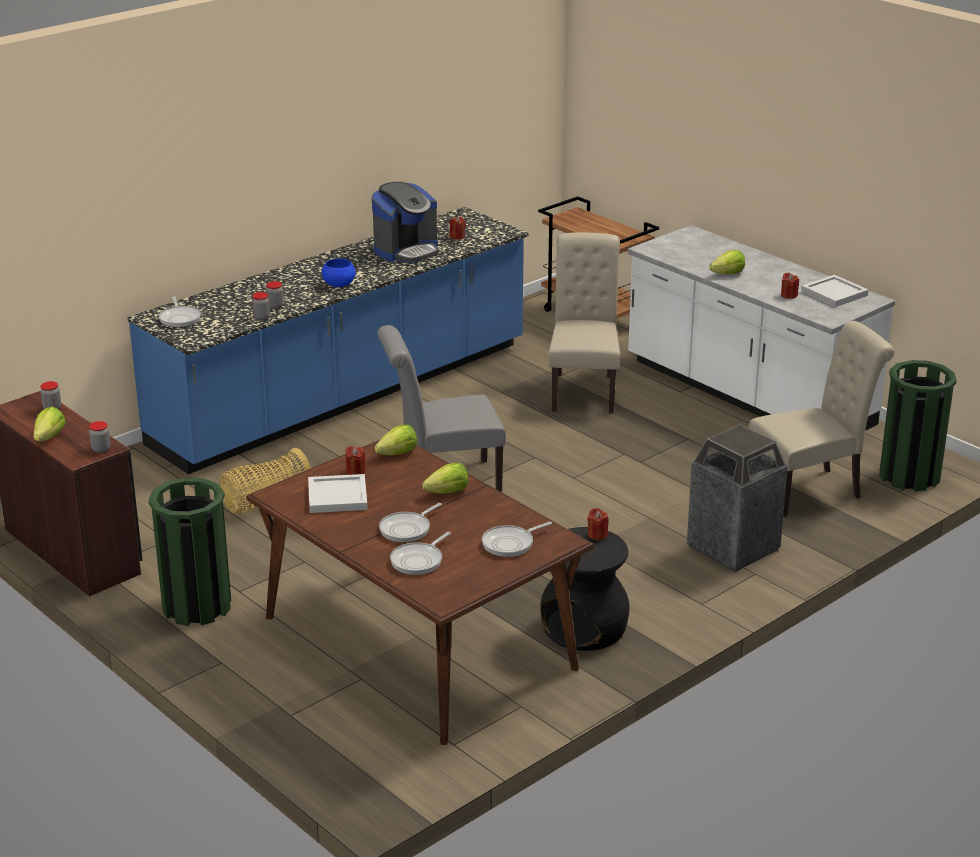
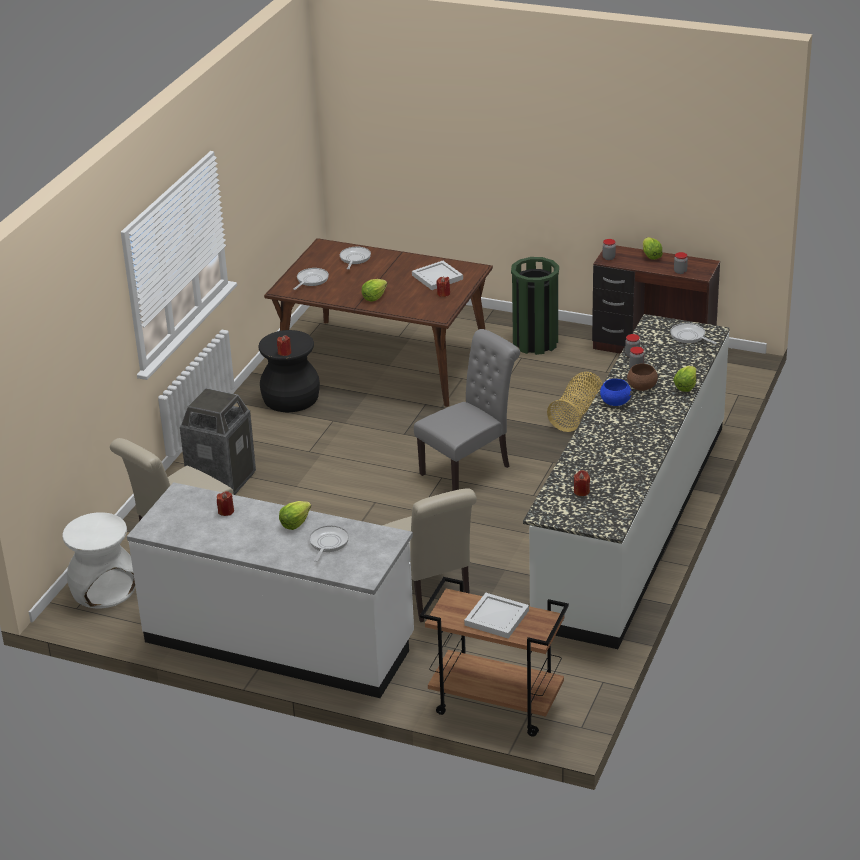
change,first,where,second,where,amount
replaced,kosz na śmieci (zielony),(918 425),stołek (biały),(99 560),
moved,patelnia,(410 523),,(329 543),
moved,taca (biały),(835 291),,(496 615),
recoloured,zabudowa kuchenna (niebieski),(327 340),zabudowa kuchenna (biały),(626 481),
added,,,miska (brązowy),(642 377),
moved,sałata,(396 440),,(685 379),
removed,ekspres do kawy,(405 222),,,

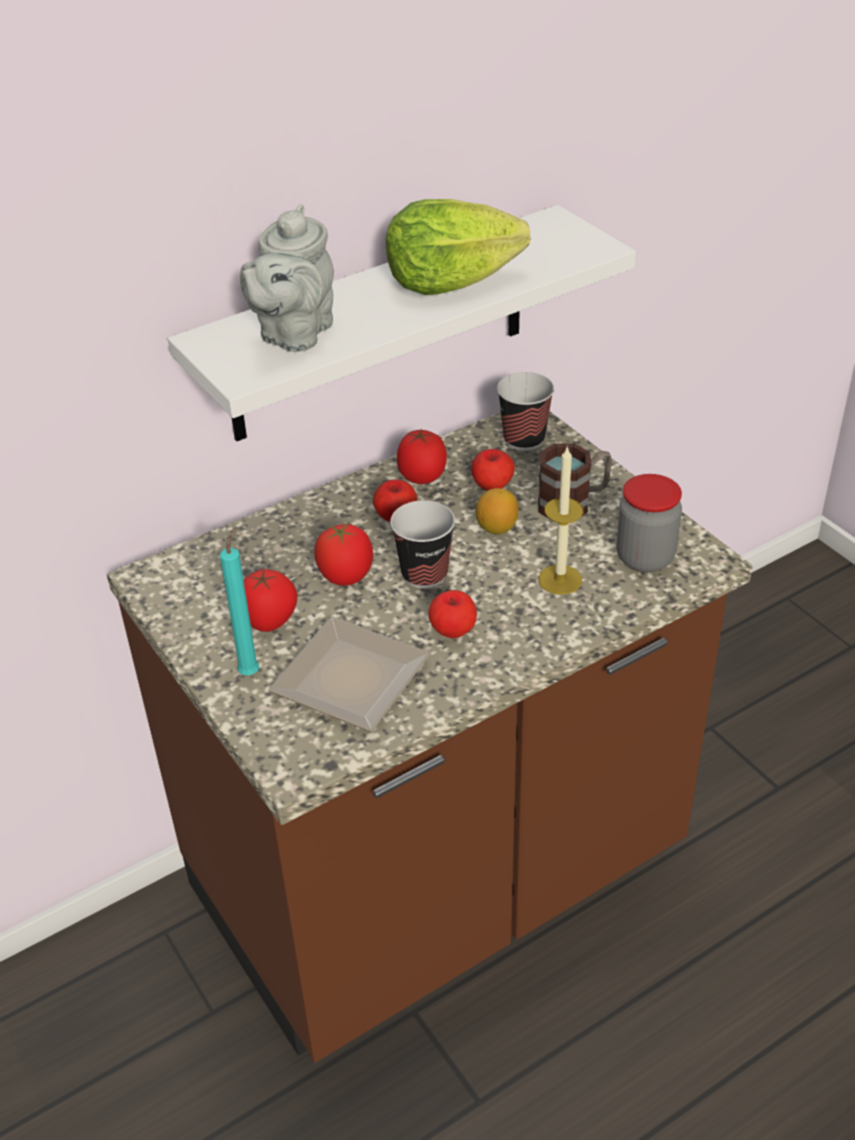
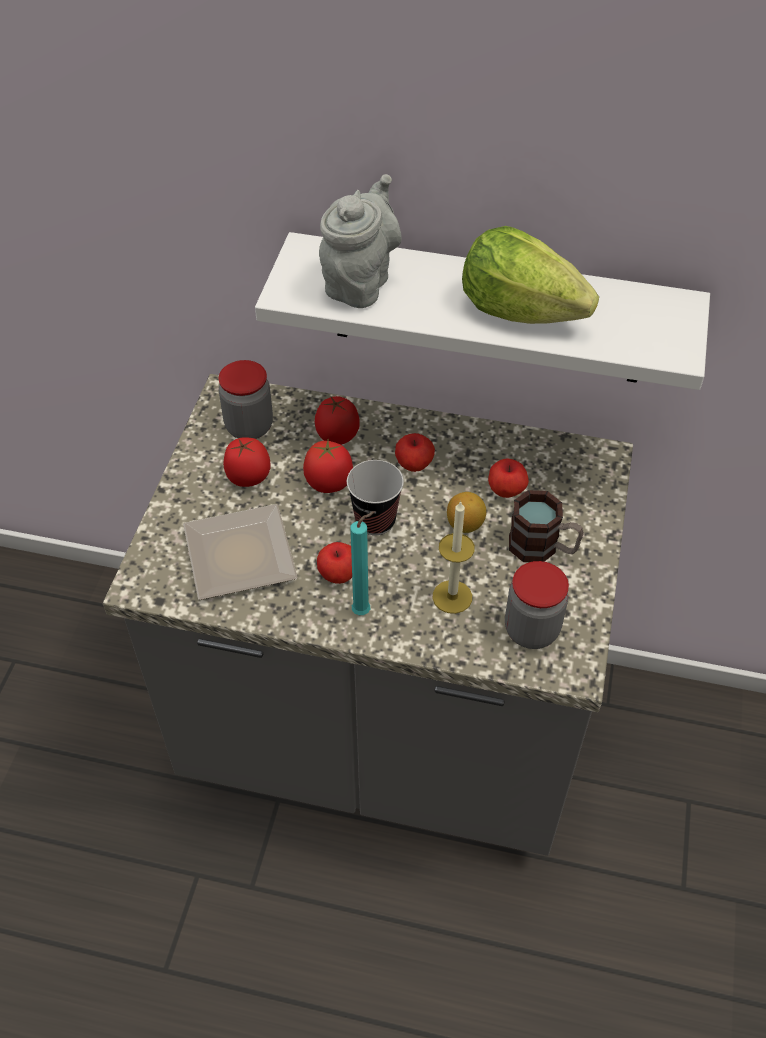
change,first,where,second,where,amount
recoloured,zabudowa kuchenna (brązowy),(429 737),zabudowa kuchenna (szary),(368 615),
added,,,słoik,(246 399),
moved,pomidor,(422 456),,(337 420),
turned,imbryk (szary),(287 278),,(360 241),135 degrees clockwise
moved,świeca (turkusowy),(239 601),,(362 563),
removed,filiżanka,(525 411),,,

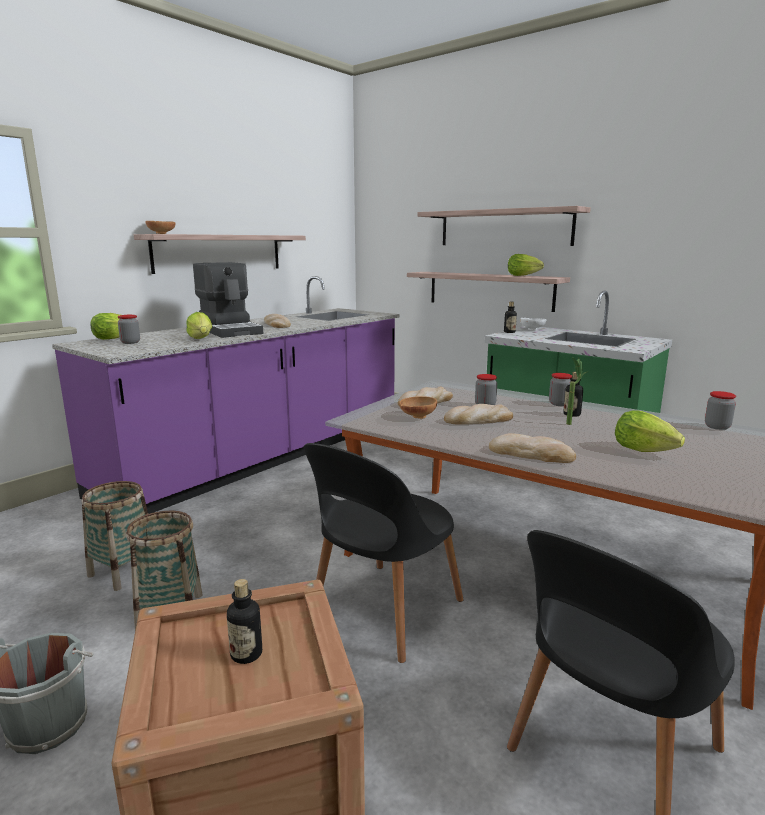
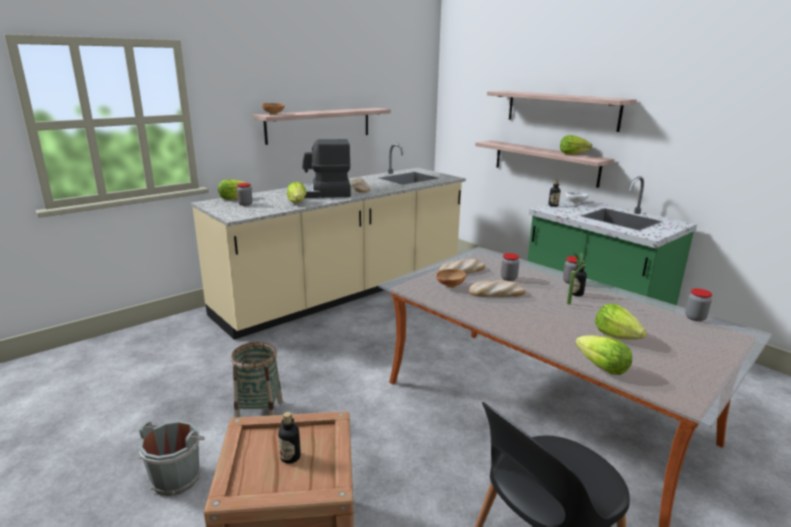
change,first,where,second,where,amount
recoloured,zabudowa kuchenna (fioletowy),(226 395),zabudowa kuchenna (beżowy),(328 241),
turned,ekspres do kawy,(228 300),,(326 168),105 degrees clockwise
added,,,sałata,(603 355),
removed,koszyk,(115 536),,,
removed,krzesło (czarny),(383 553),,,
removed,chleb,(532 448),,,

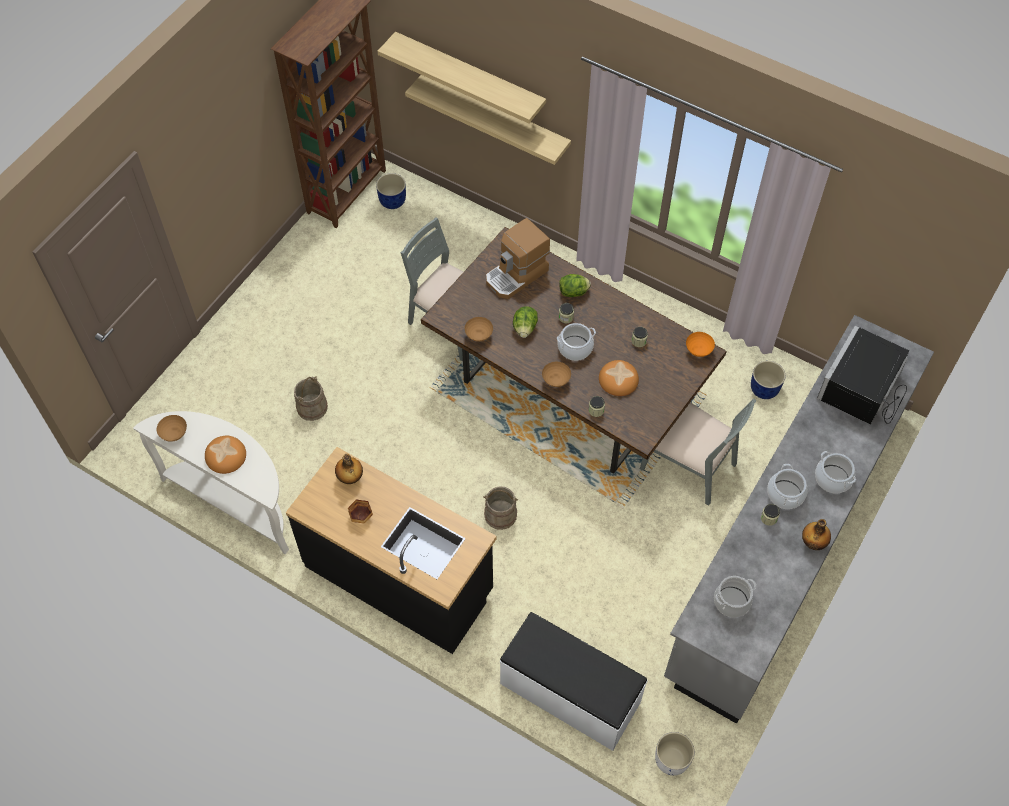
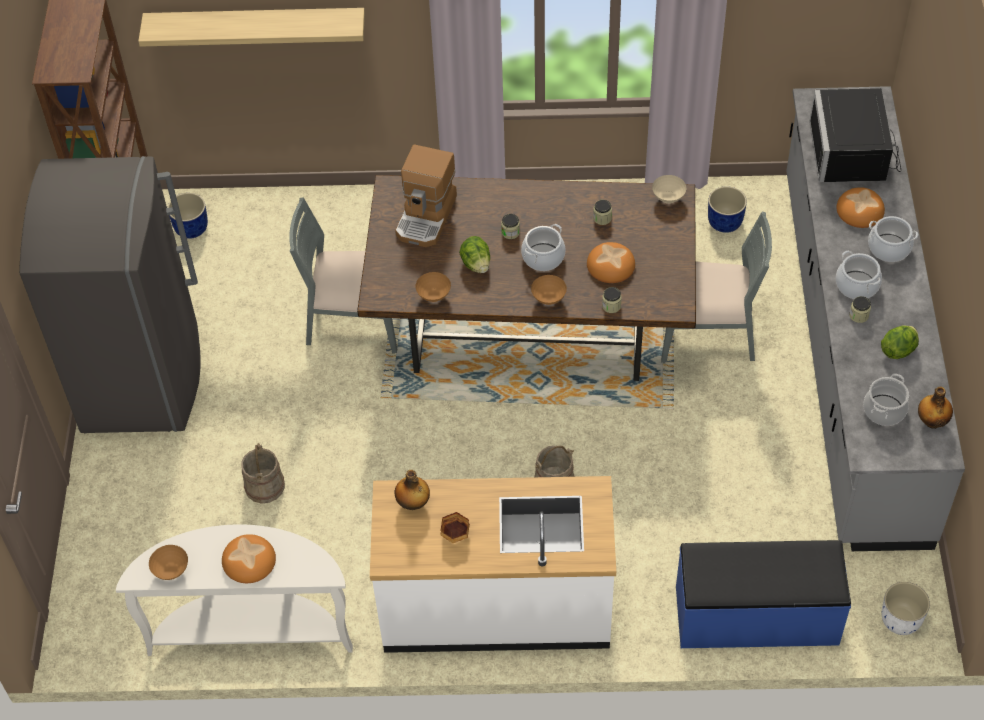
change,first,where,second,where,amount
added,,,lodówka (szary),(109 294),
recoloured,zabudowa kuchenna (czarny),(391 550),zabudowa kuchenna (biały),(493 564),
recoloured,miska (pomarańczowy),(700 344),miska (beżowy),(669 189),
recoloured,ławka (biały),(574 681),ławka (niebieski),(763 594),
added,,,chleb,(860 207),
moved,sałata,(575 285),,(900 342),
moved,butelka,(816 534),,(935 407),
removed,półka,(488 120),,,

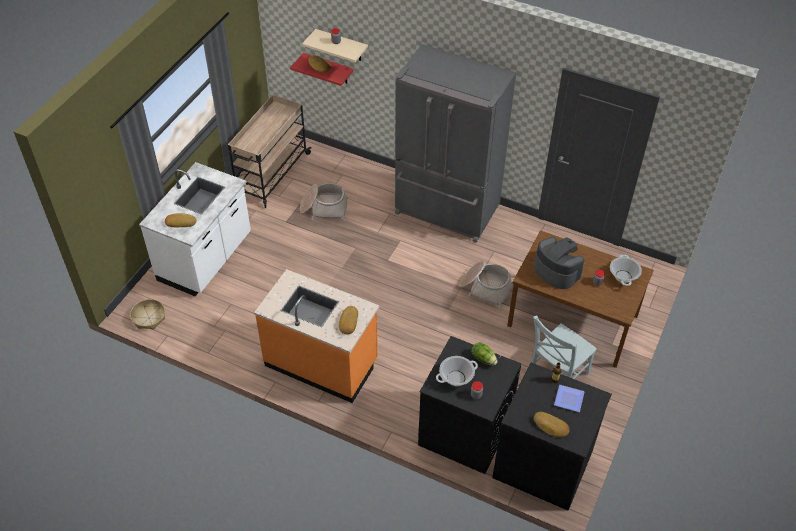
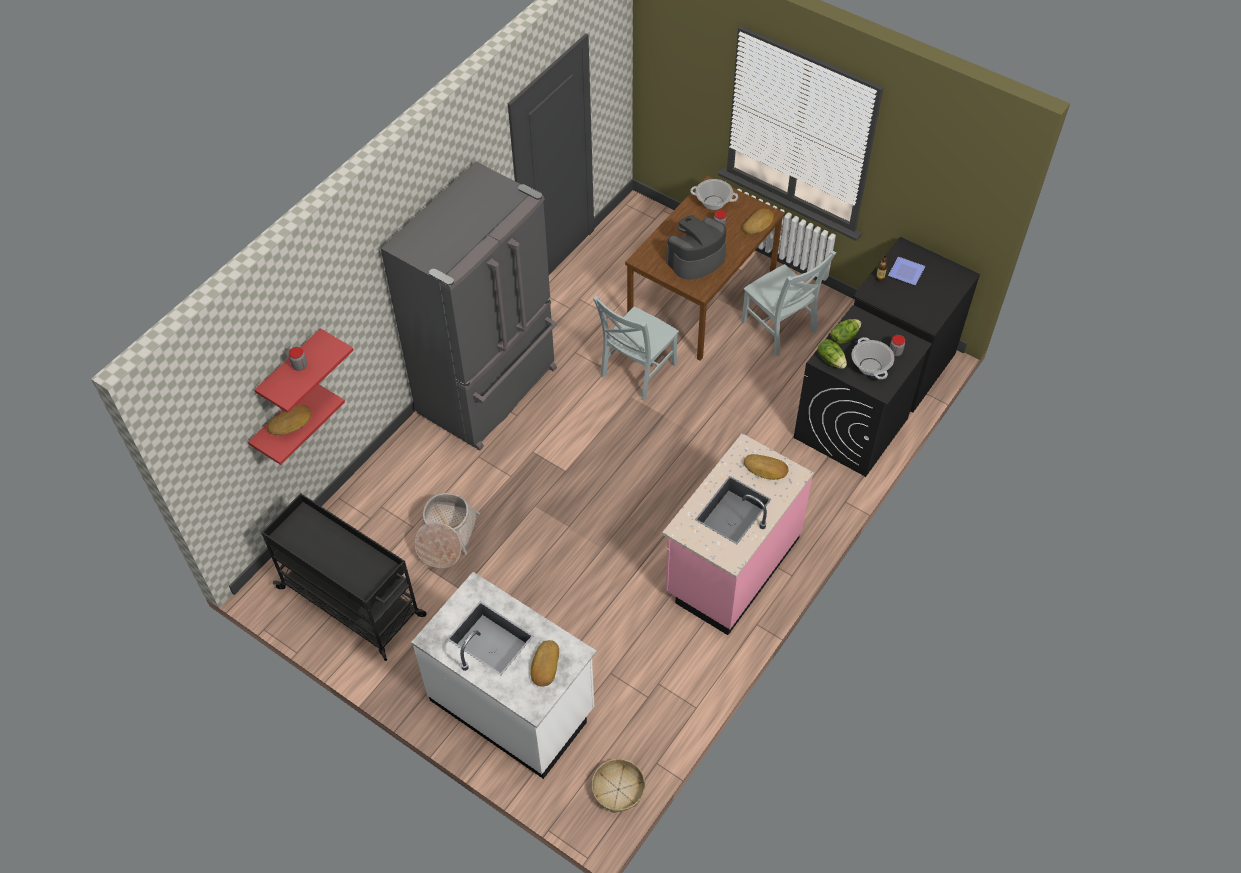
change,first,where,second,where,amount
recoloured,półka (beżowy),(335 45),półka (czerwony),(304 370),
recoloured,wózek (beżowy),(269 151),wózek (czarny),(344 577),
replaced,koszyk,(487 285),krzesło (szary),(636 348),
recoloured,zabudowa kuchenna (pomarańczowy),(317 336),zabudowa kuchenna (różowy),(738 534),
moved,chleb,(552 424),,(758 221),
added,,,sałata,(832 354),

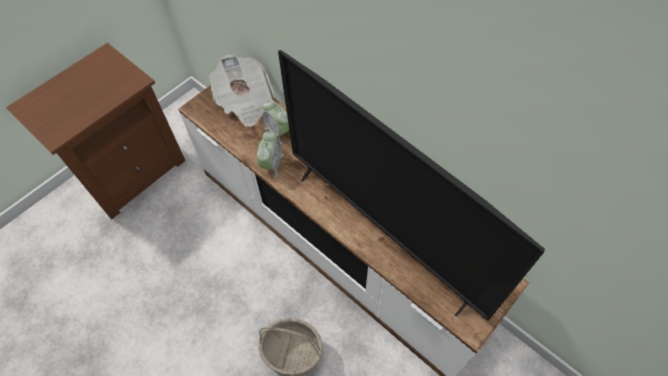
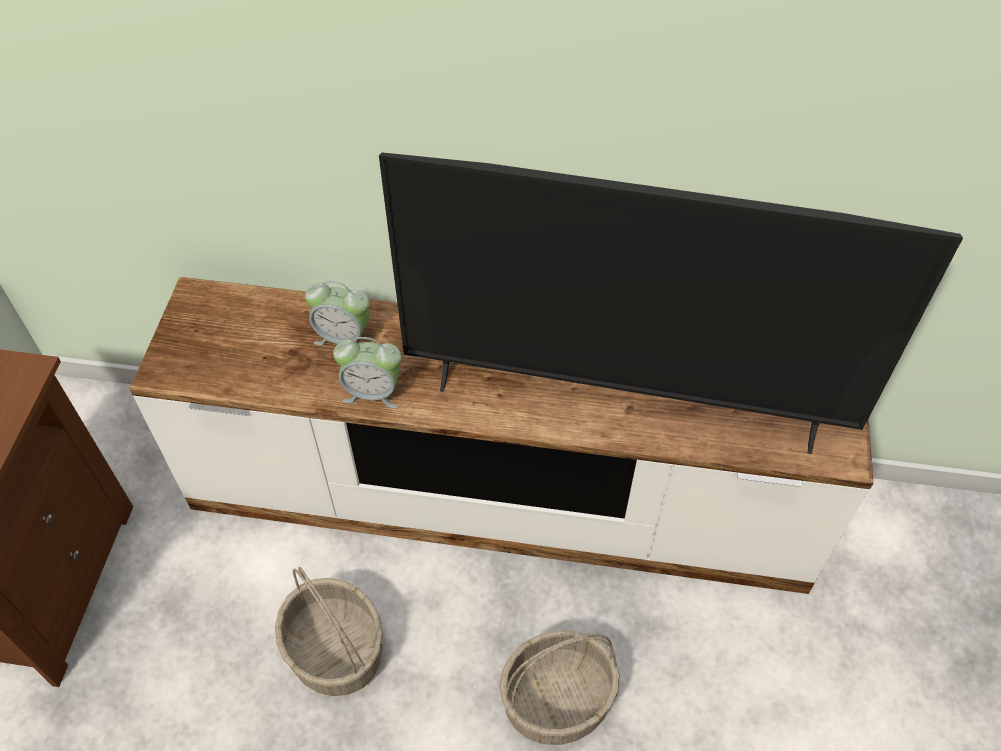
change,first,where,second,where,amount
added,,,koszyk,(329 631),
turned,budzik,(270 154),,(367 372),120 degrees clockwise
removed,gazeta,(241 90),,,

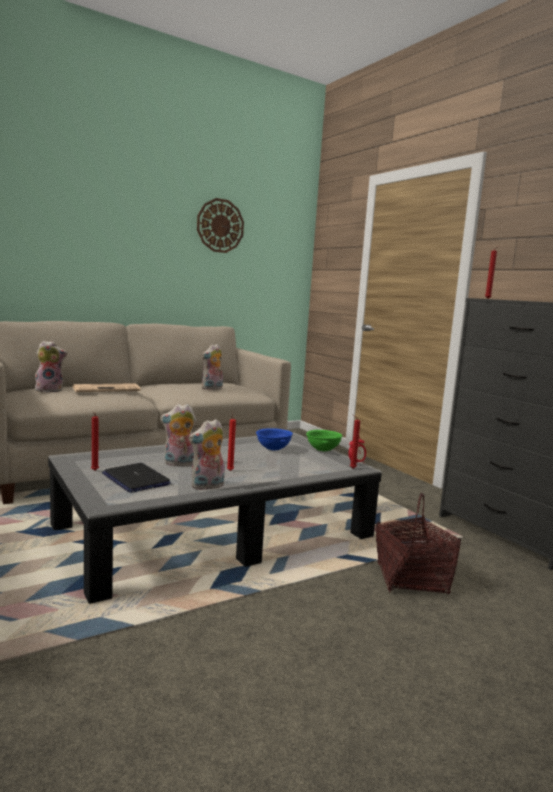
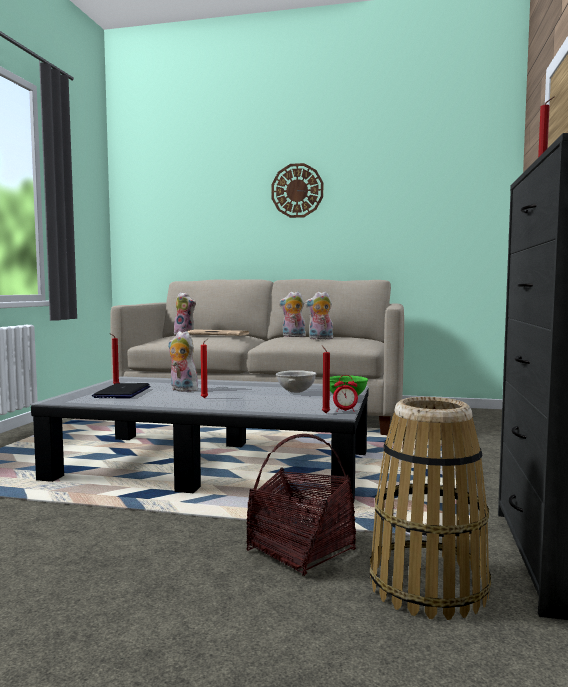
change,first,where,second,where,amount
moved,zegar ścienny,(220 225),,(297 190),
recoloured,miska (niebieski),(274 439),miska (szary),(296 381),
moved,pluszak,(207 454),,(292 314),
added,,,koszyk,(430 508),

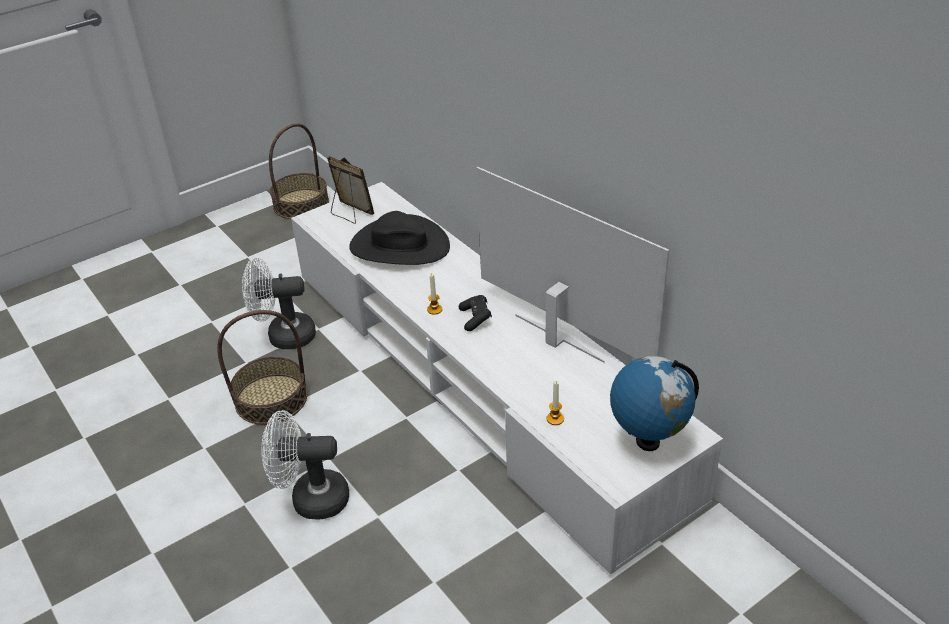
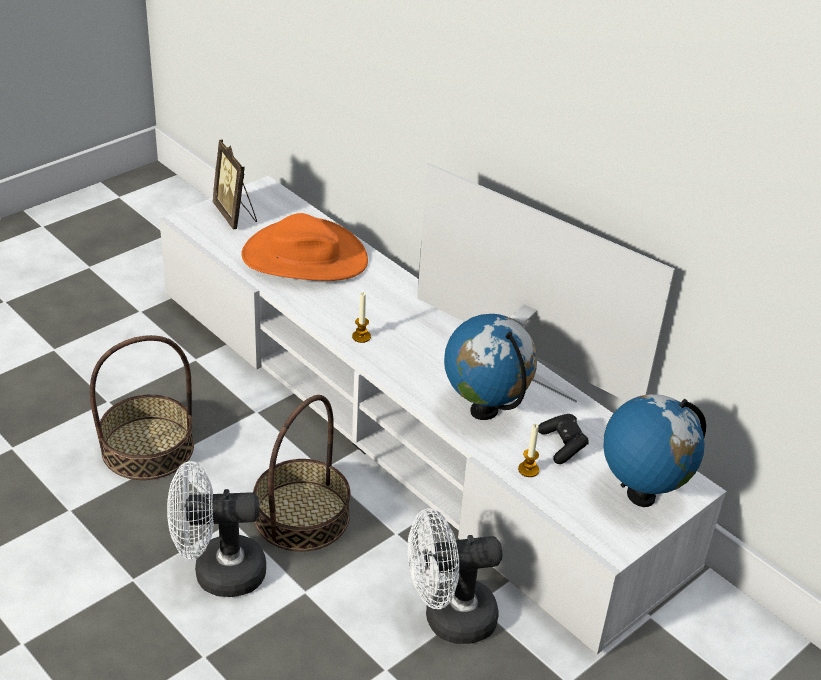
change,first,where,second,where,amount
turned,ramka na zdjęcie,(350 190),,(234 185),150 degrees counterclockwise
recoloured,kapelusz (czarny),(399 238),kapelusz (pomarańczowy),(304 247),
moved,koszyk,(299 171),,(301 473),
moved,wentylator (biały),(279 303),,(455 576),
added,,,globus,(490 367),
moved,pad do gier (czarny),(475 313),,(563 439),

